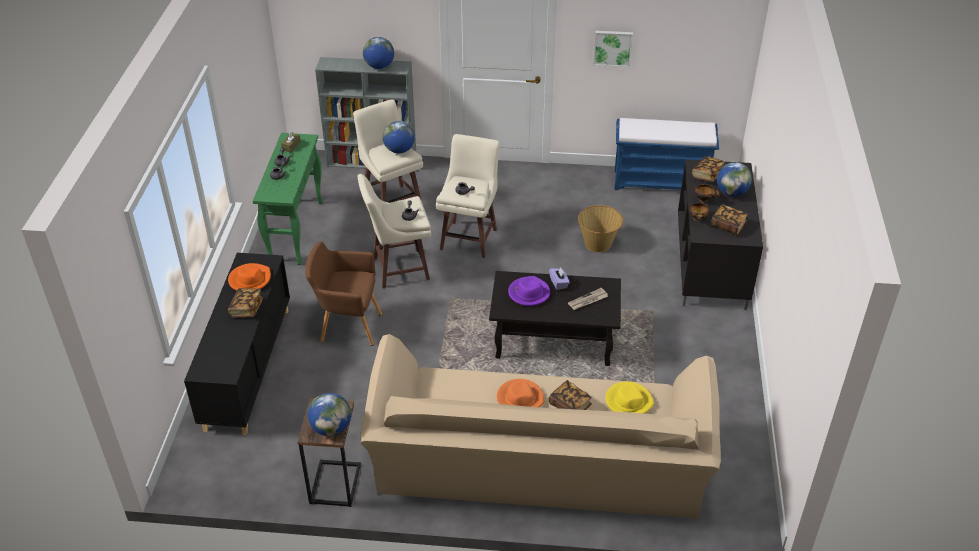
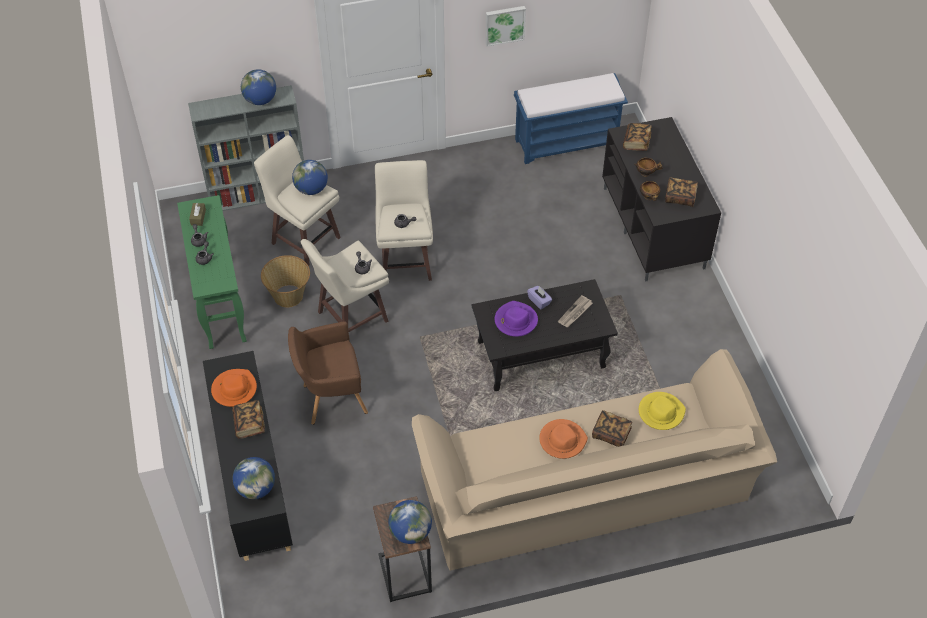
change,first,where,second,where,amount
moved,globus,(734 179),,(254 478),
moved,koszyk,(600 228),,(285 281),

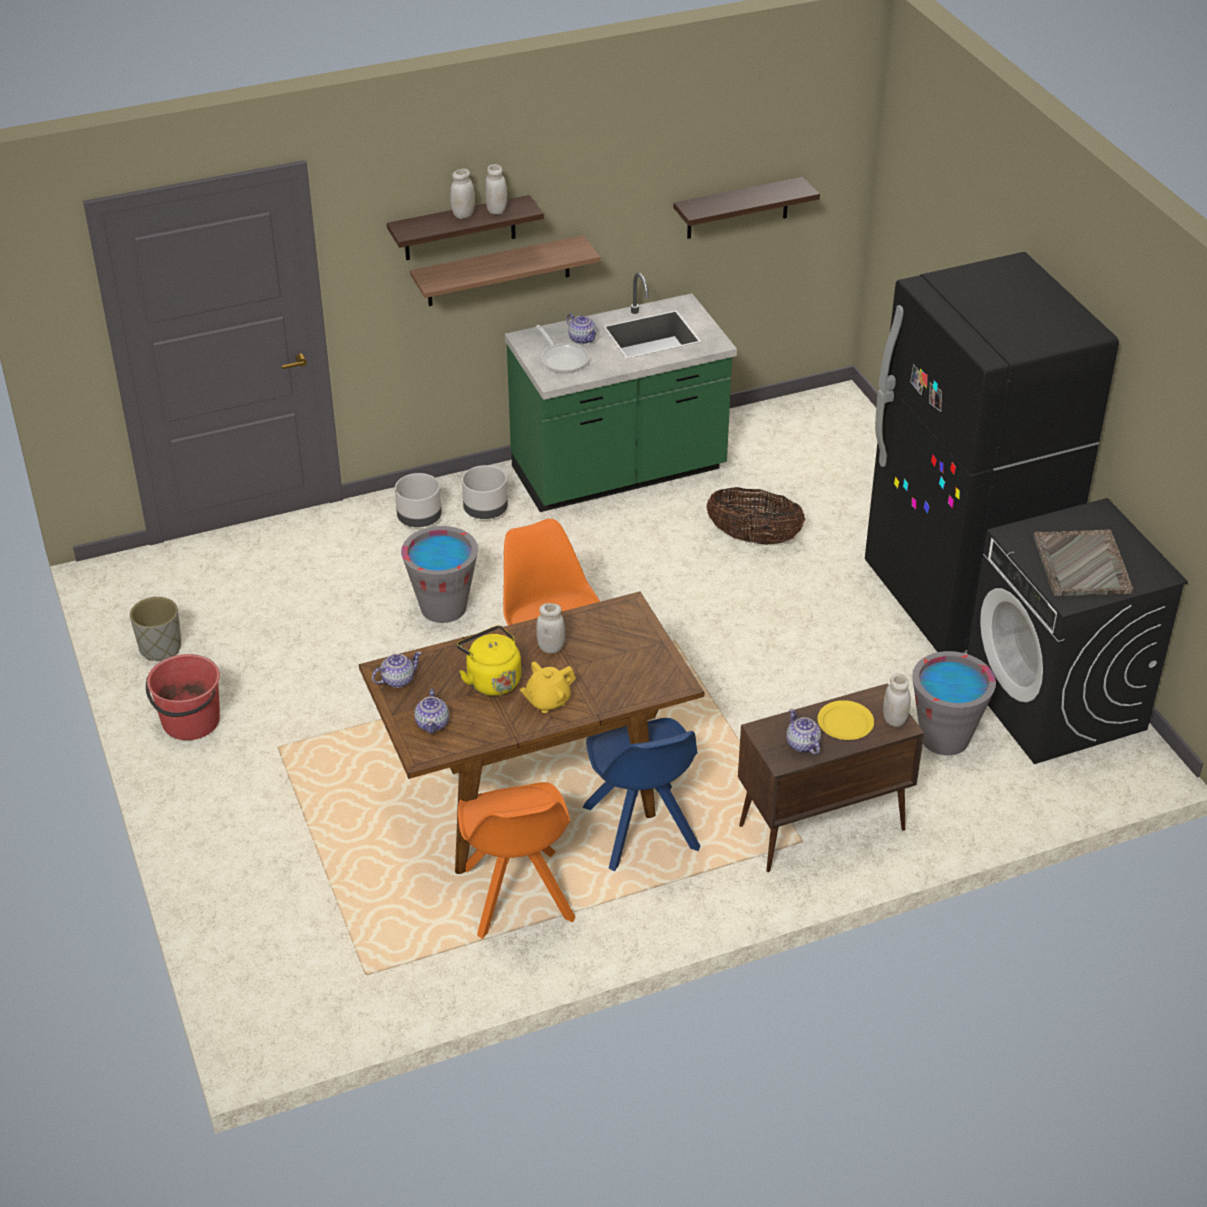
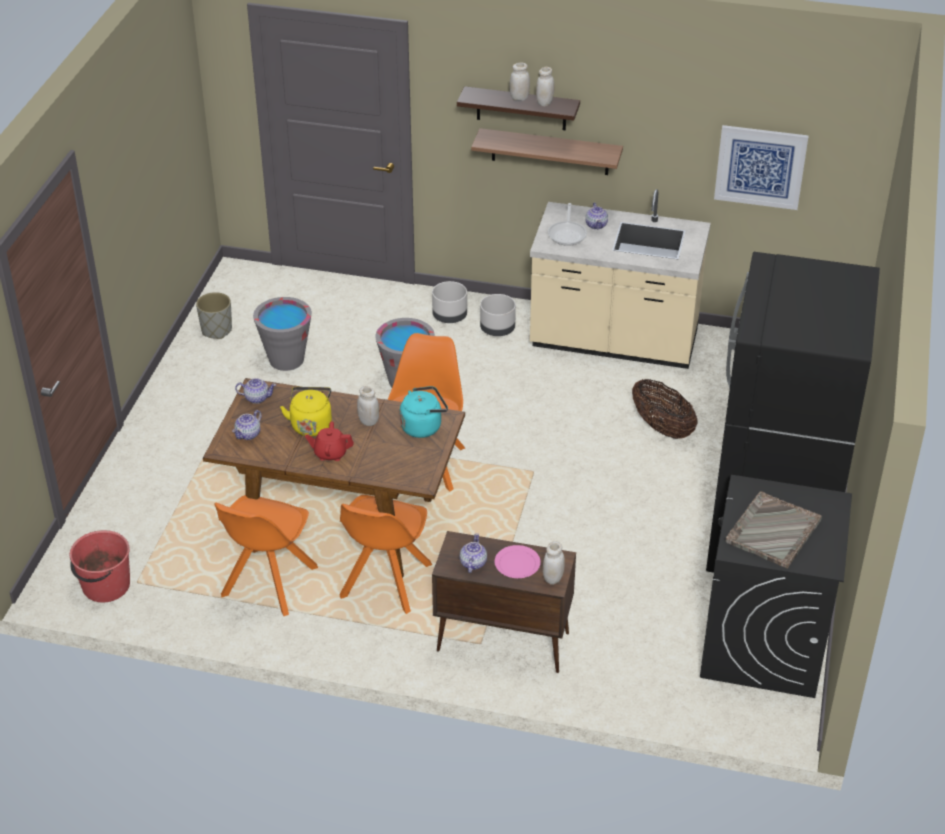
change,first,where,second,where,amount
moved,wiadro (czerwony),(183 697),,(100 566),
moved,wiadro (szary),(954 703),,(282 334),
recoloured,imbryk (żółty),(548 687),imbryk (czerwony),(329 441),
recoloured,krzesło (niebieski),(641 795),krzesło (pomarańczowy),(386 554),
added,,,czajnik (turkusowy),(424 412),
recoloured,talerz (żółty),(845 720),talerz (różowy),(518 561),
recoloured,zabudowa kuchenna (zielony),(621 392),zabudowa kuchenna (beżowy),(620 279),
replaced,półka,(746 207),obraz,(761 167),

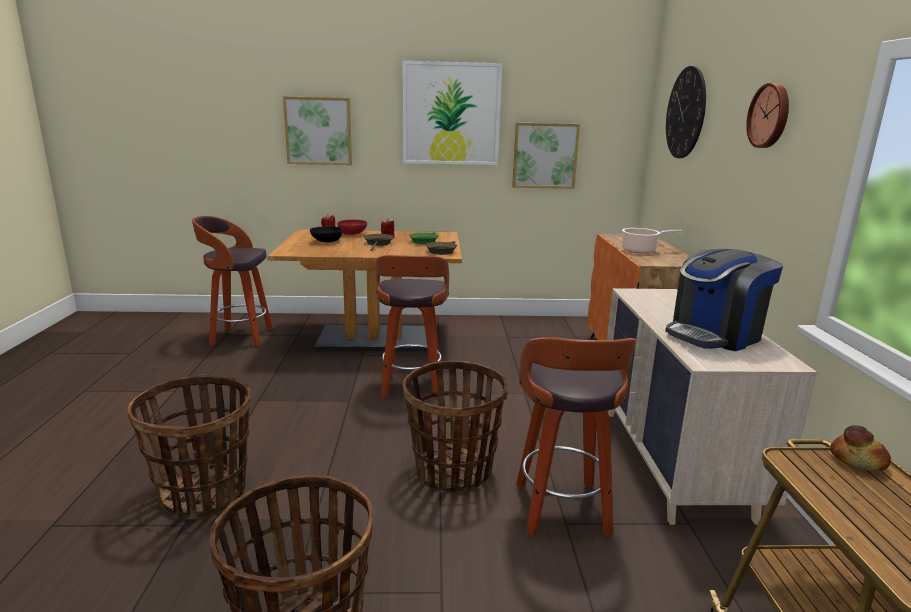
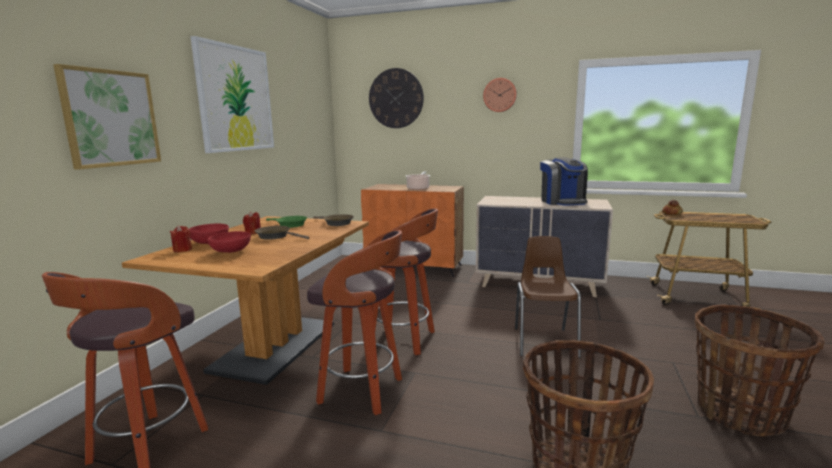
change,first,where,second,where,amount
recoloured,miska (czarny),(326 234),miska (czerwony),(229 242),
moved,stołek,(576 437),,(354 322),
replaced,koszyk,(455 427),krzesło (brązowy),(548 297),
removed,obraz,(546 155),,,

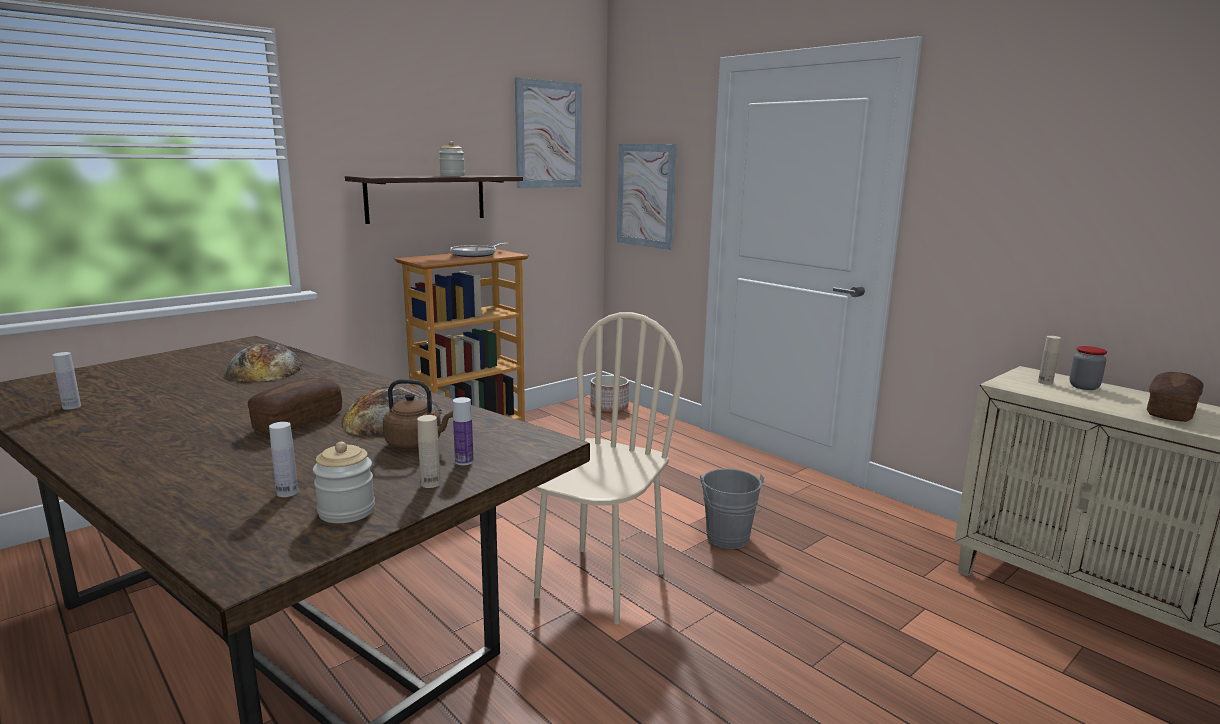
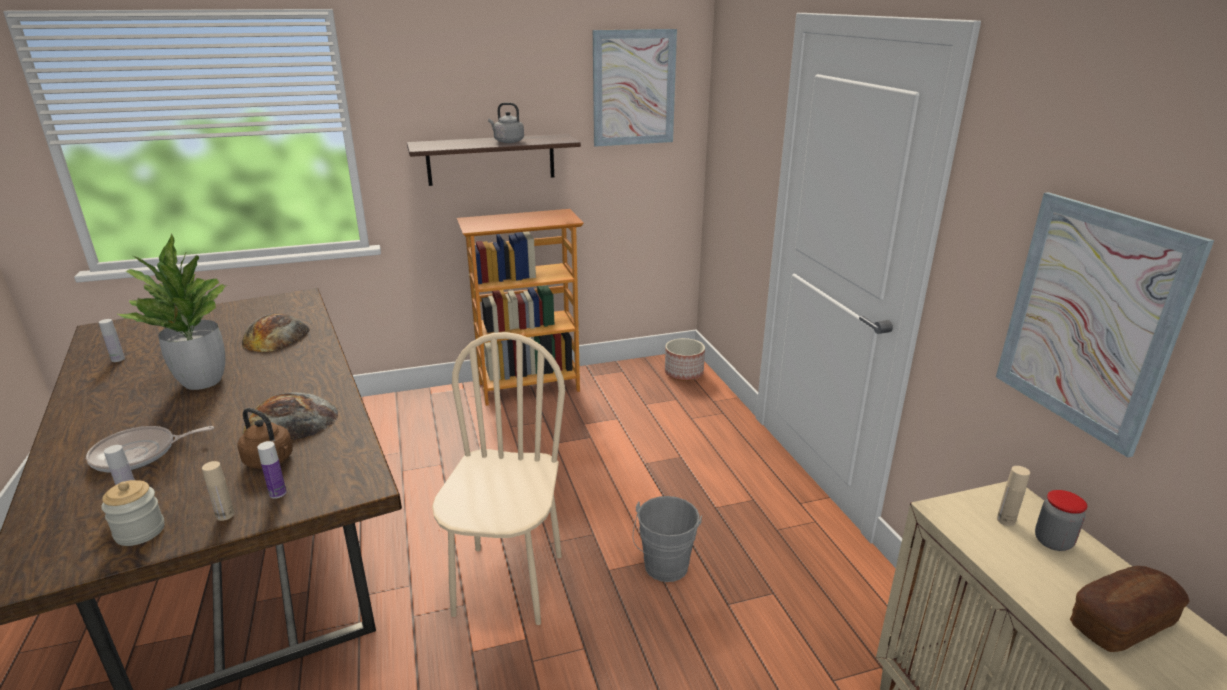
change,first,where,second,where,amount
moved,patelnia,(479 250),,(150 449),
added,,,roślina doniczkowa,(171 311),
turned,krzesło (beżowy),(608 468),,(498 478),45 degrees counterclockwise
replaced,słoik,(452 158),czajnik (szary),(506 122),
moved,obraz,(647 197),,(1105 325),
removed,chleb,(295 406),,,

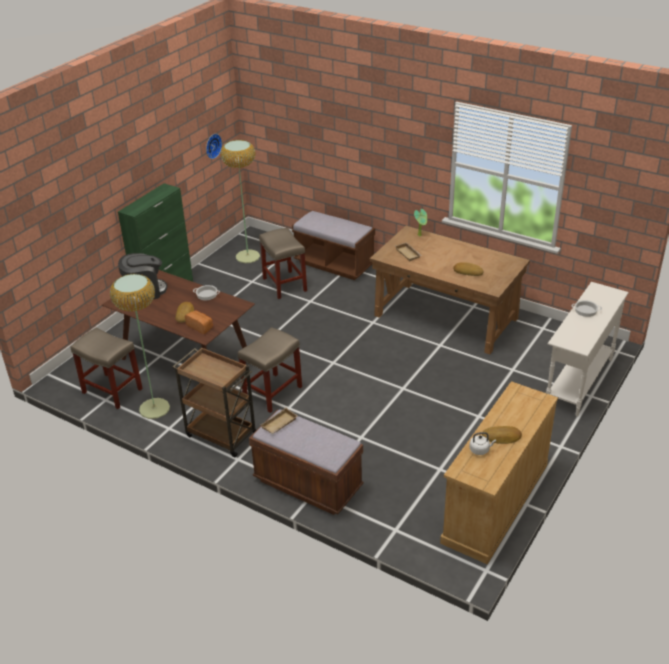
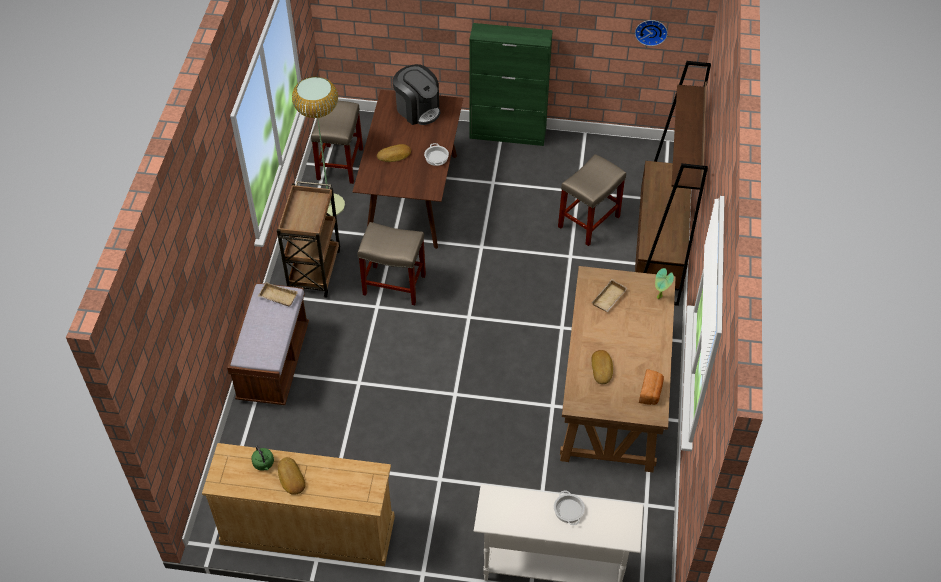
change,first,where,second,where,amount
recoloured,czajnik (biały),(482 443),czajnik (zielony),(262 458),
replaced,ławka (brązowy),(333 245),regał (brązowy),(673 183),
moved,chleb,(199 322),,(651 387),
removed,lampa stojąca,(240 201),,,

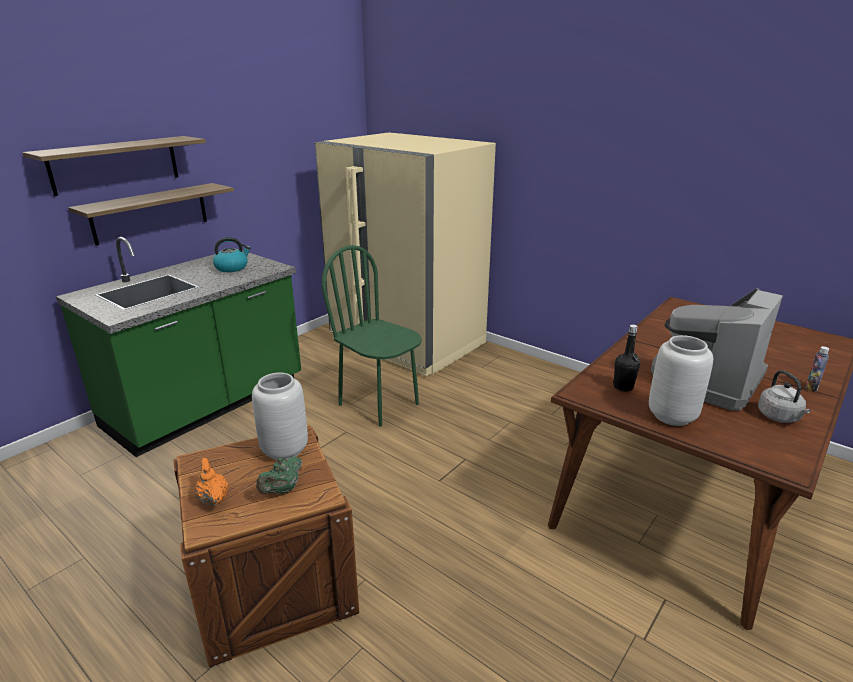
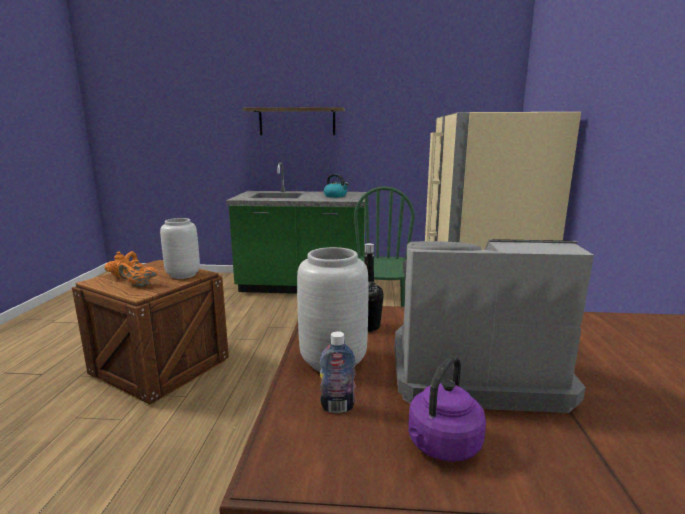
change,first,where,second,where,amount
recoloured,imbryk (zielony),(279 475),imbryk (pomarańczowy),(138 273),
moved,butelka,(817 369),,(338 372),
recoloured,czajnik (szary),(784 396),czajnik (fioletowy),(447 409),
removed,półka,(151 214),,,

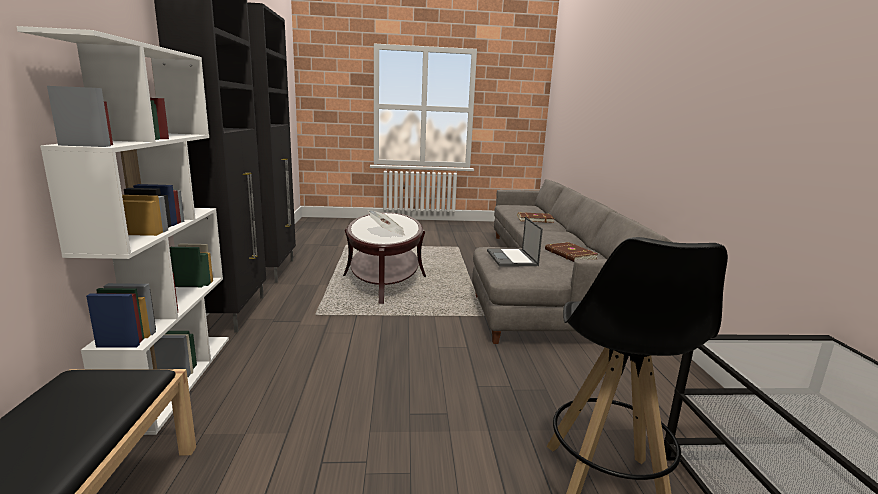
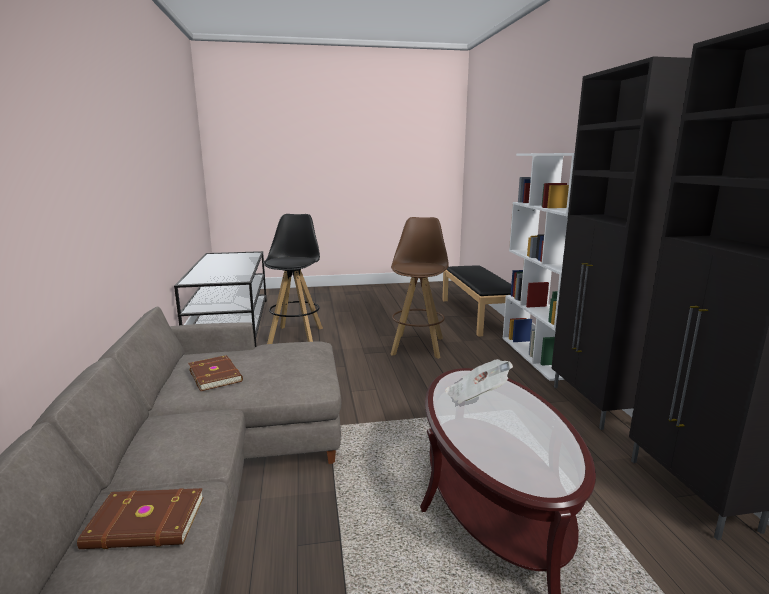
change,first,where,second,where,amount
added,,,stołek (brązowy),(419 288),
removed,laptop,(515 242),,,

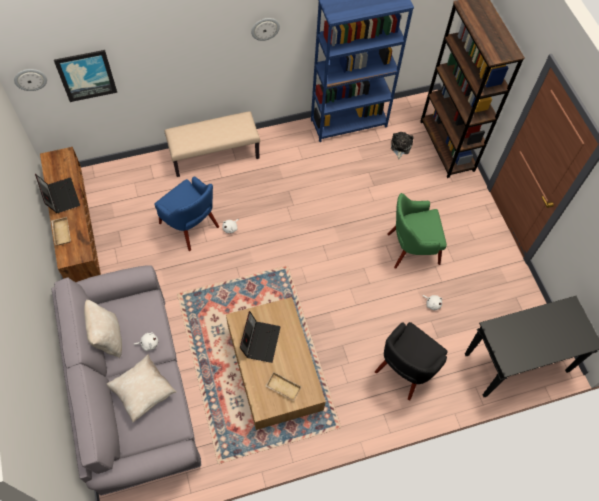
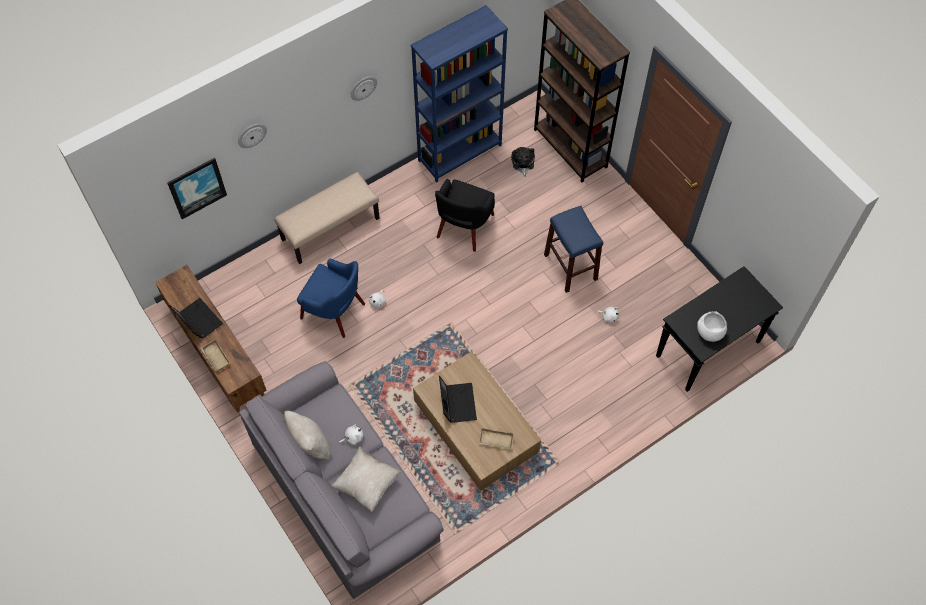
change,first,where,second,where,amount
moved,zegar ścienny,(30 80),,(252 136),
moved,fotel (czarny),(411 361),,(465 215),
replaced,fotel (zielony),(417 231),stołek (niebieski),(573 249),
added,,,miska (biały),(712 326),

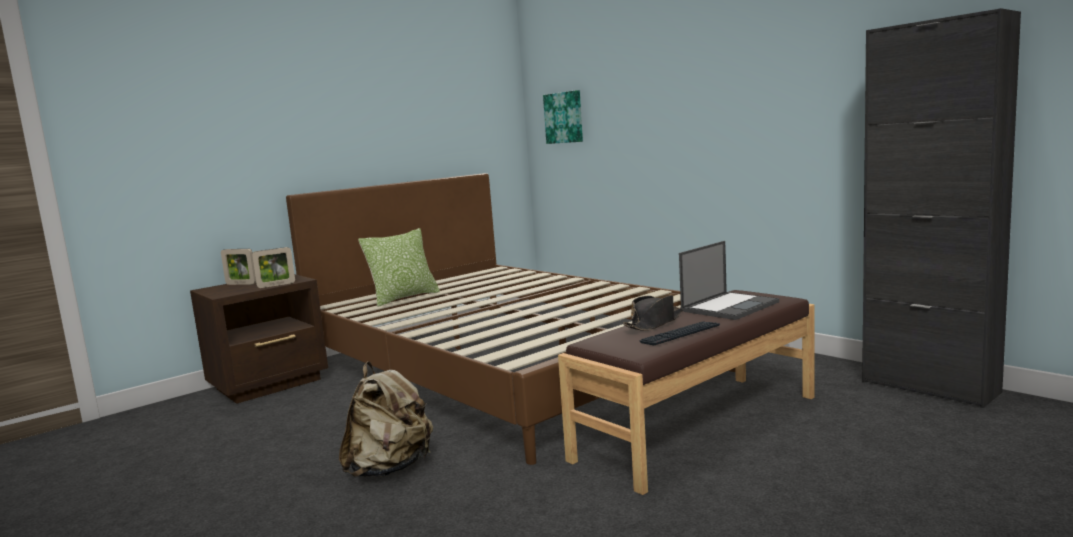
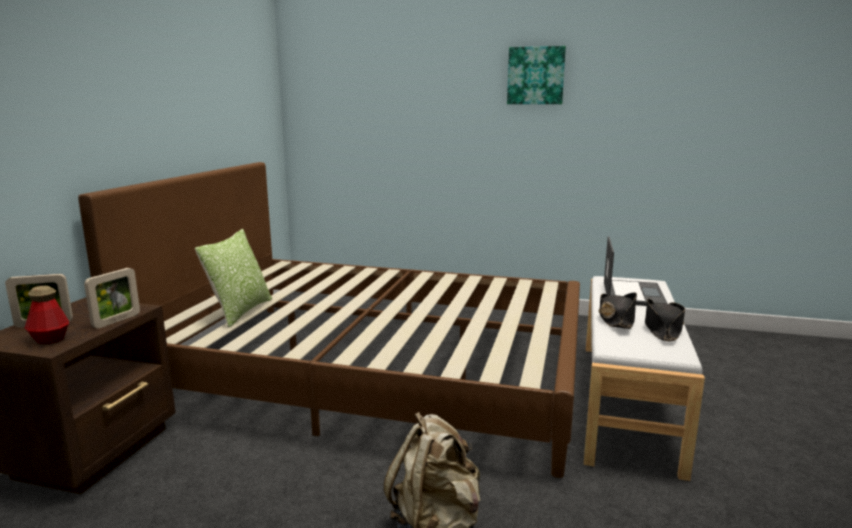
change,first,where,second,where,amount
added,,,butelka,(47 315),
moved,obraz,(563 117),,(536 75),
recoloured,ławka (brązowy),(686 392),ławka (biały),(644 378),
replaced,klawiatura,(679 333),kapelusz (czarny),(665 320),
removed,szafka (czarny),(941 208),,,

